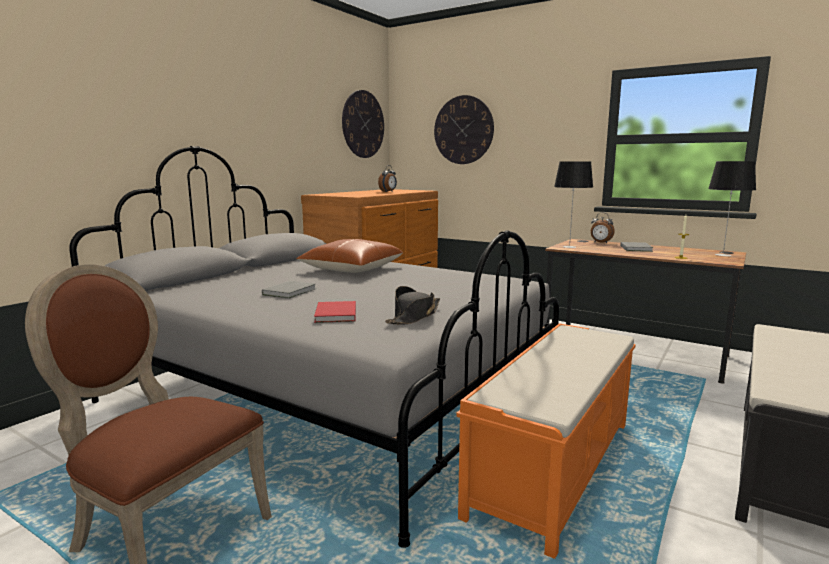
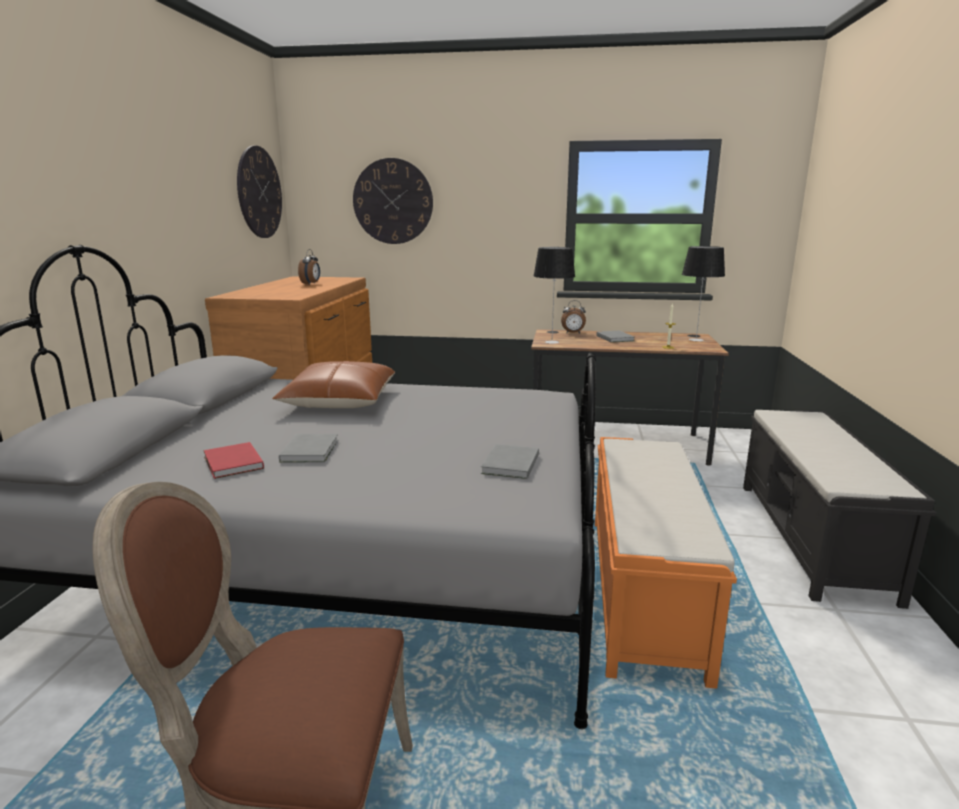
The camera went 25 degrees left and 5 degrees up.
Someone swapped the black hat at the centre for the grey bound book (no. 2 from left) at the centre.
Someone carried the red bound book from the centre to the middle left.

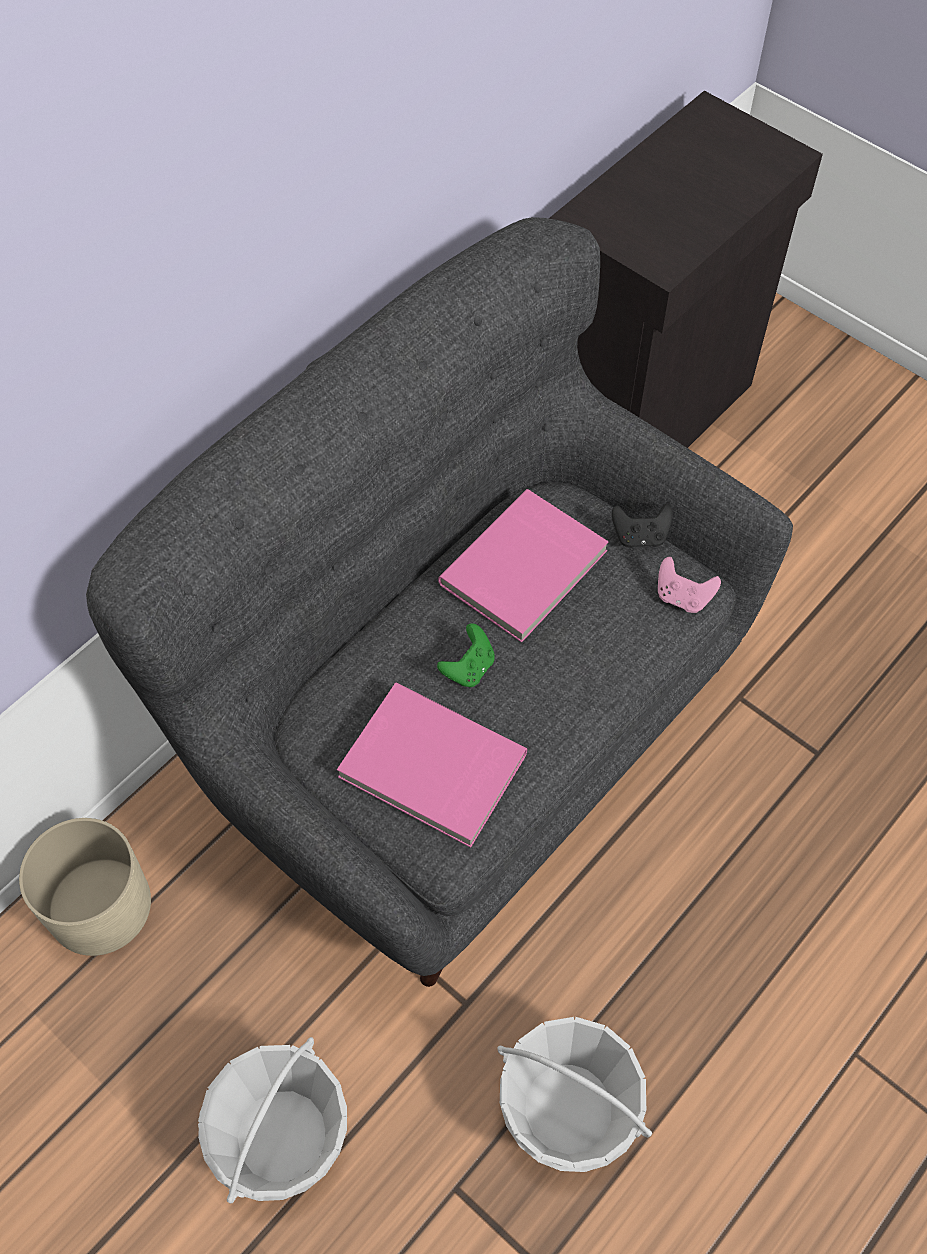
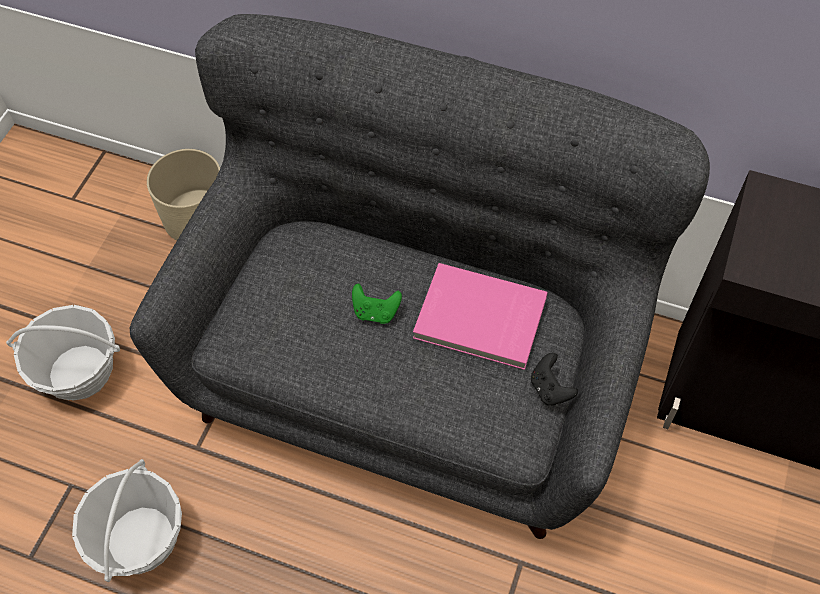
The camera went 70 degrees right and 0 degrees up.
Someone took away the pink gamepad at the middle right.
Someone took away the pink bound book (no. 1 from left) at the centre.

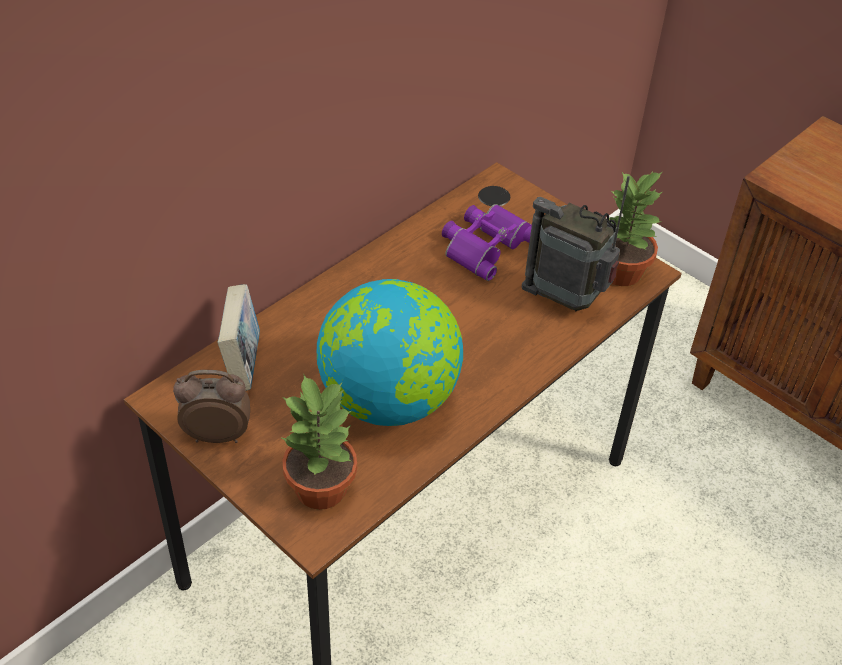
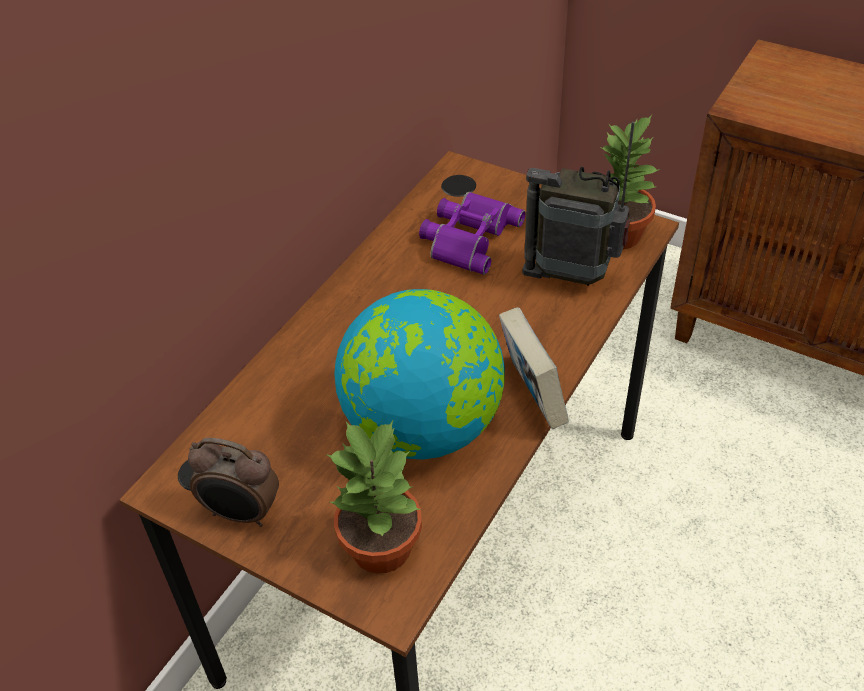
The camera went 10 degrees left and 0 degrees up.
Someone carried the bound book from the middle left to the centre.
Someone rotated the table clock at the middle left by 150 degrees counterclockwise.

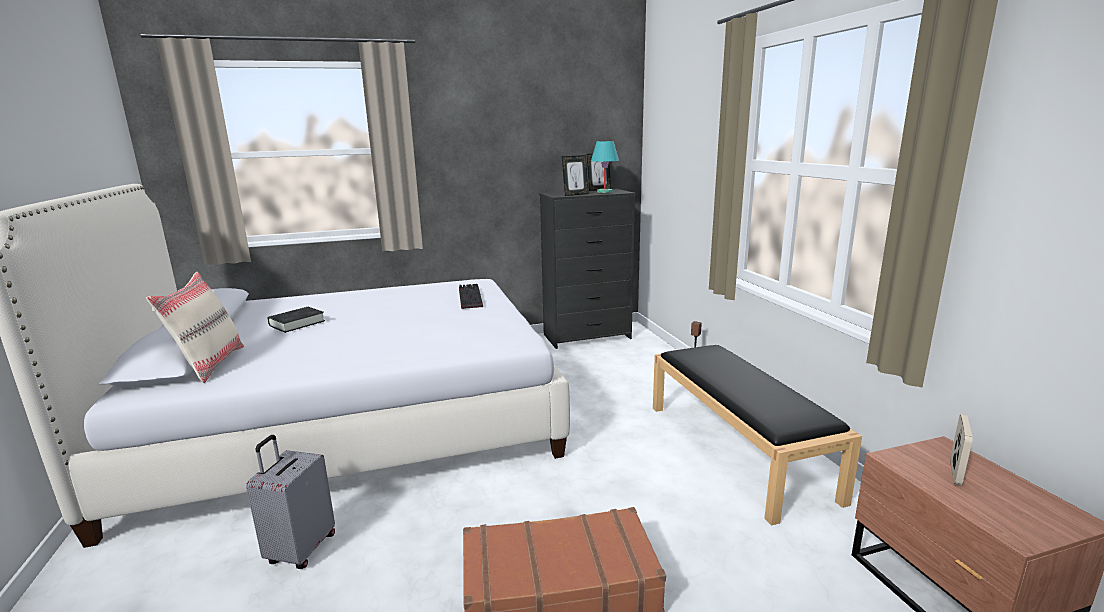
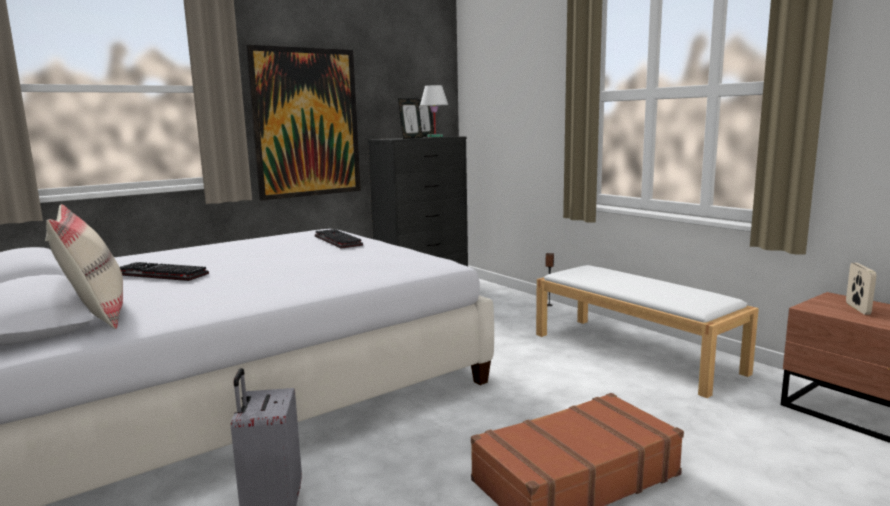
The camera went 20 degrees left and 5 degrees down.
Someone repainted the turquoise lamp for a table at the top centre, which became the white-coloured lamp for a table at the top centre.
Someone swapped the black bound book at the middle left for the computer keyboard (no. 1 from left) at the middle left.
Someone repainted the black indoor bench at the bottom right, which became the white-coloured indoor bench at the middle right.
Someone put up the picture at the top centre.

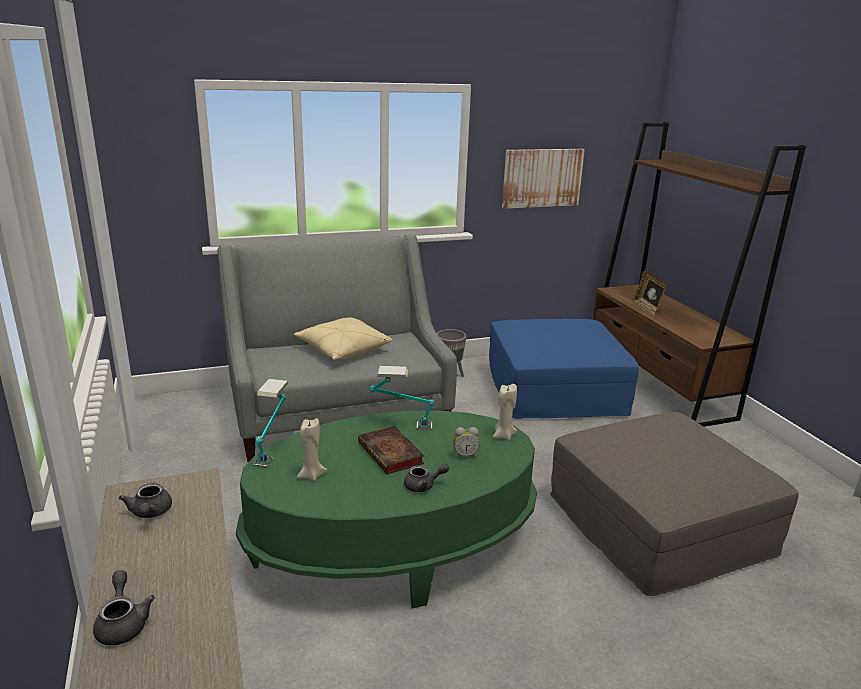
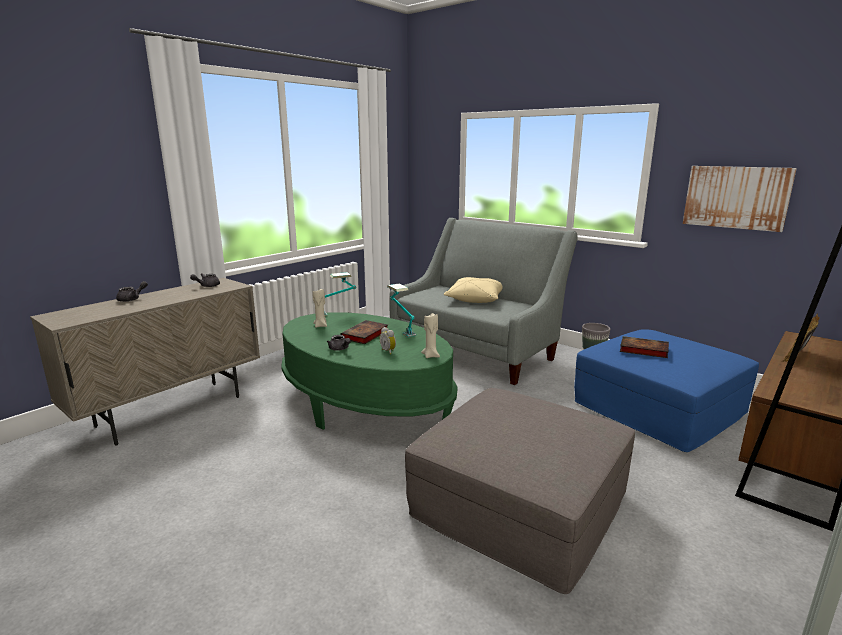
The camera went 60 degrees right and 5 degrees down.
Someone put down the bound book (no. 2 from left) at the middle right.

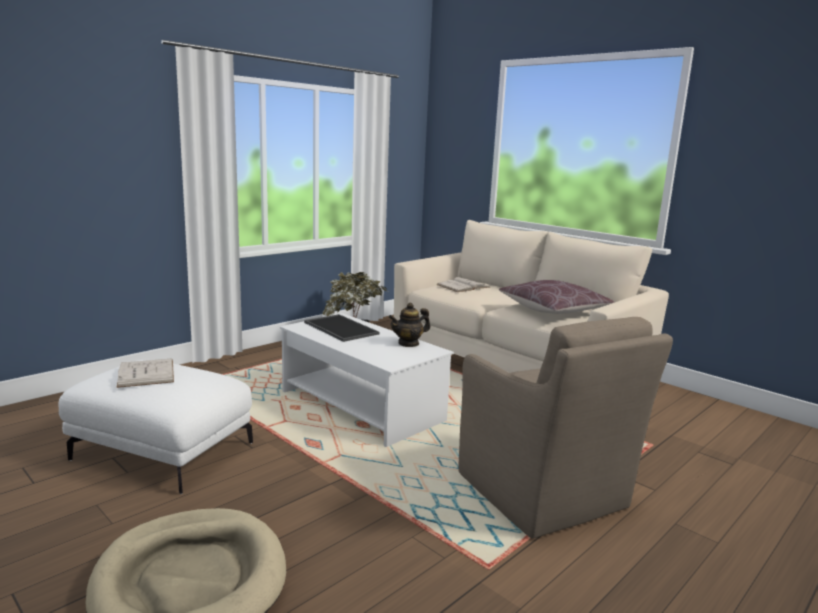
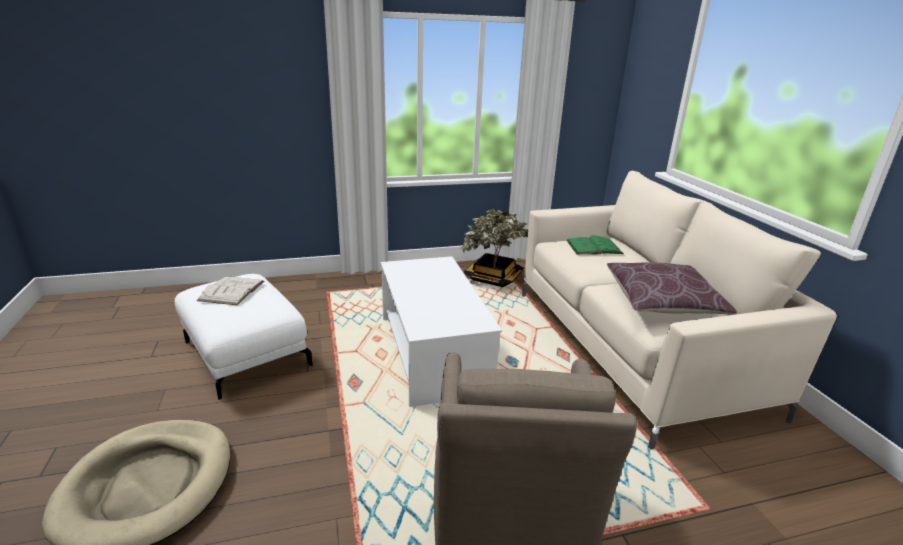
The camera went 30 degrees right and 10 degrees up.
Someone repainted the white-coloured bound book (no. 2 from left) at the centre, which became the green-coloured bound book at the centre.
Someone took away the tea pot at the centre.
Someone took away the tray at the centre.

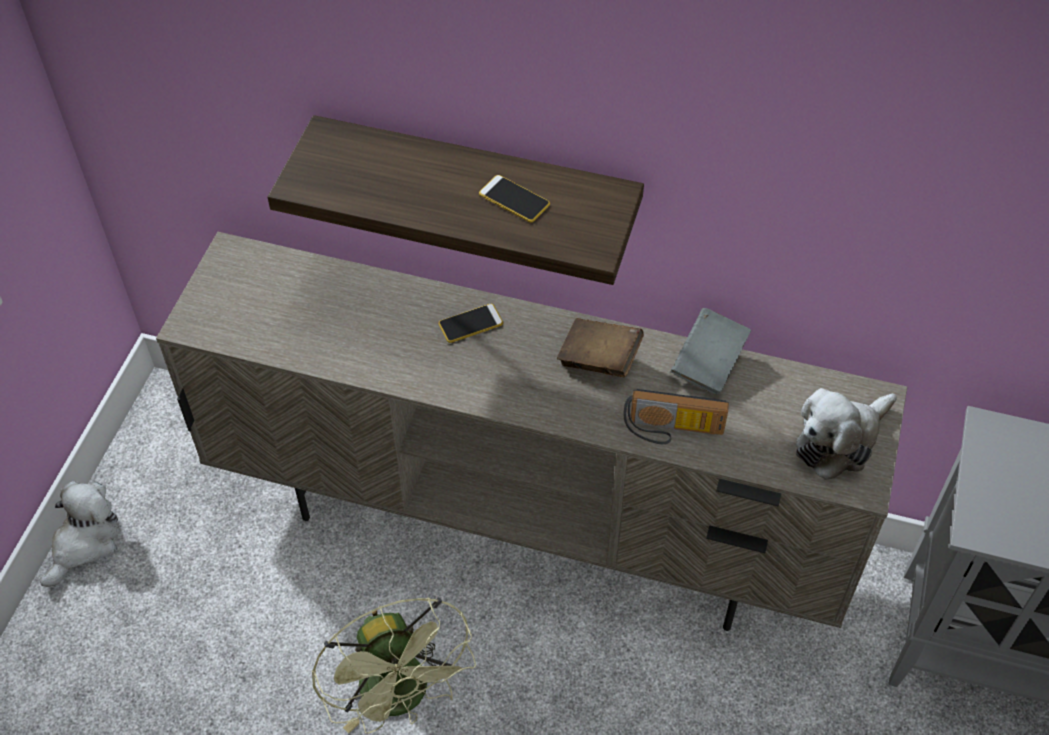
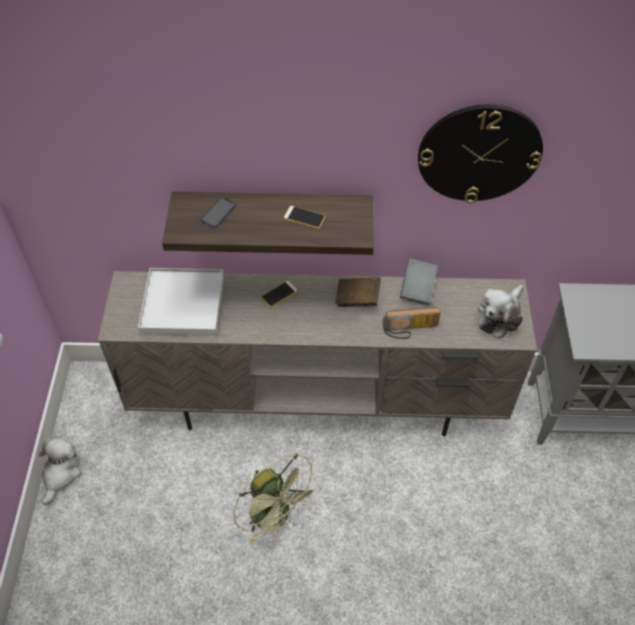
The camera went 15 degrees left and 0 degrees up.
Someone put up the clock on the wall at the top right.
Someone put down the phone (no. 1 from left) at the centre.
Someone put down the white-coloured tray at the middle left.

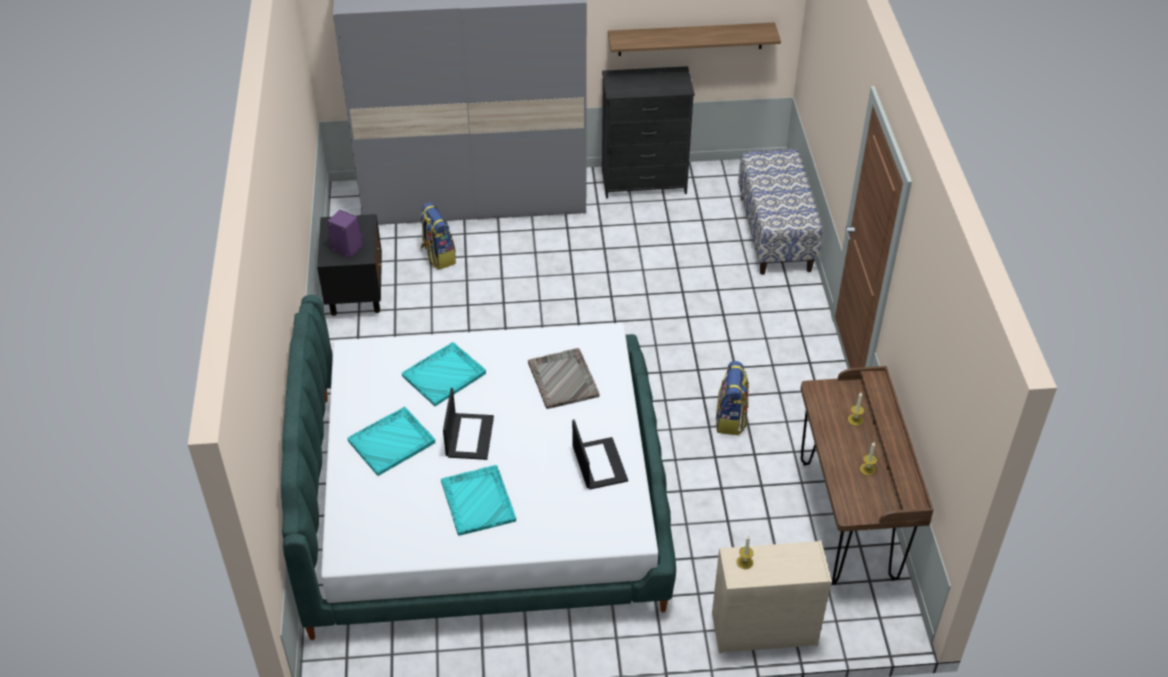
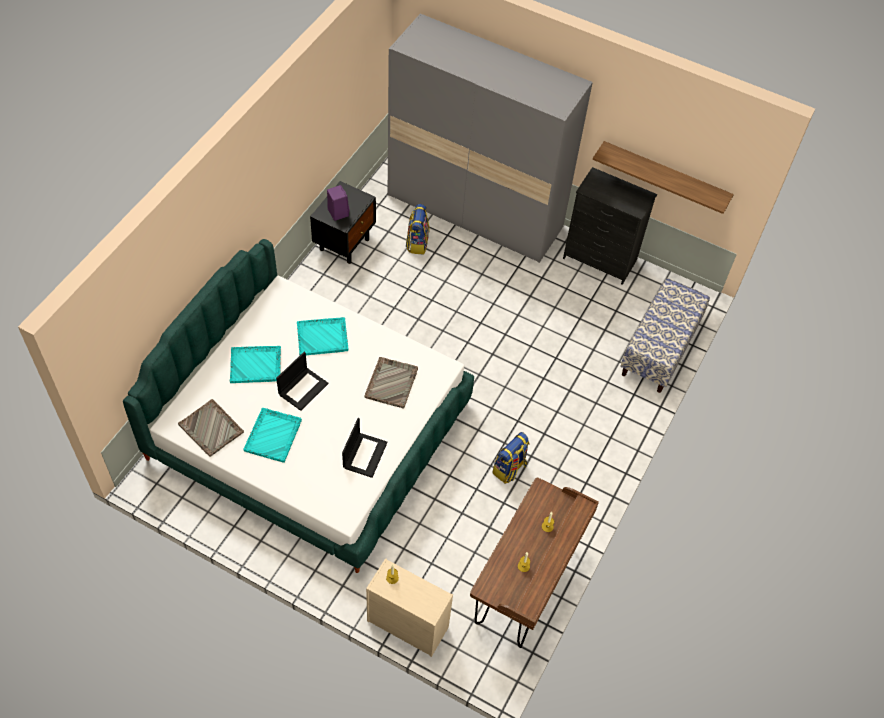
The camera went 30 degrees right and 10 degrees up.
Someone put down the grey tray (no. 1 from left) at the middle left.

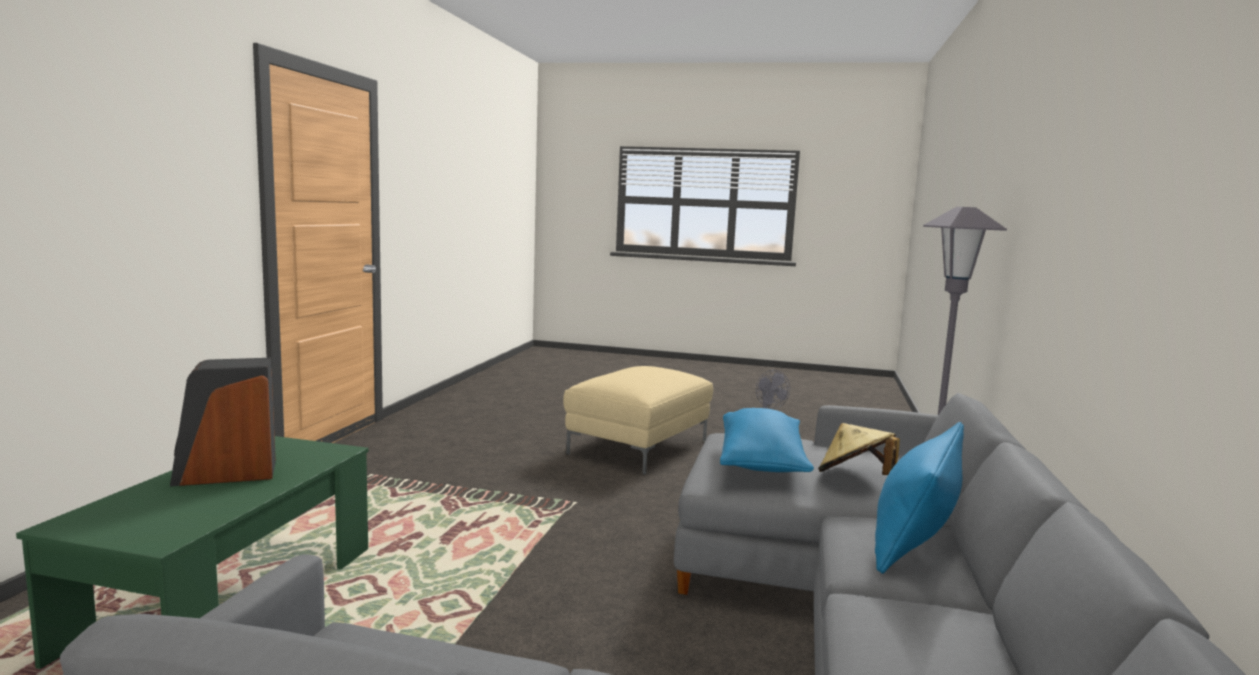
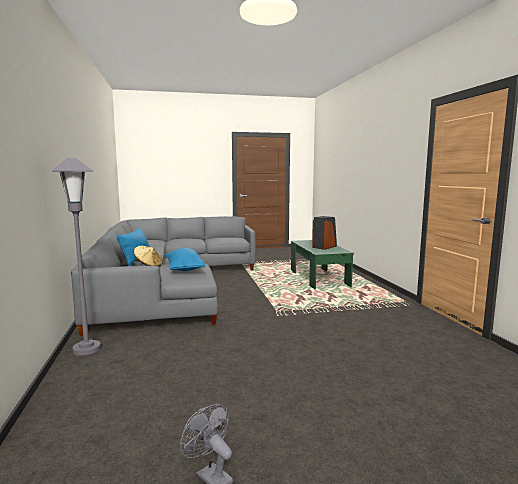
The camera went 155 degrees right and 0 degrees up.
Someone took away the sand-coloured pouffe at the centre.

